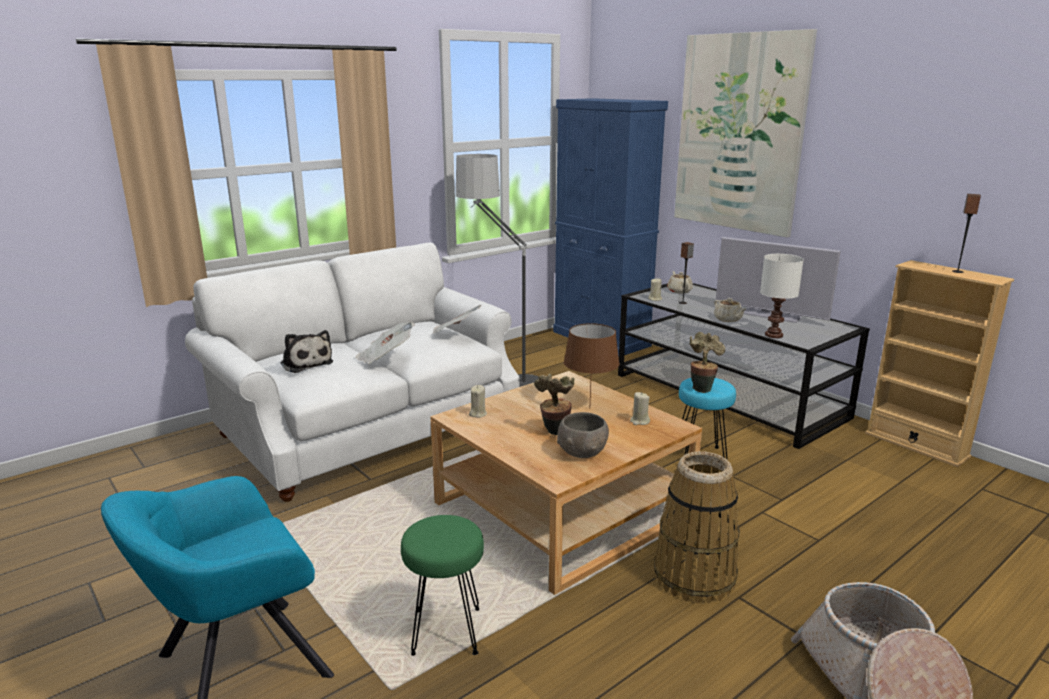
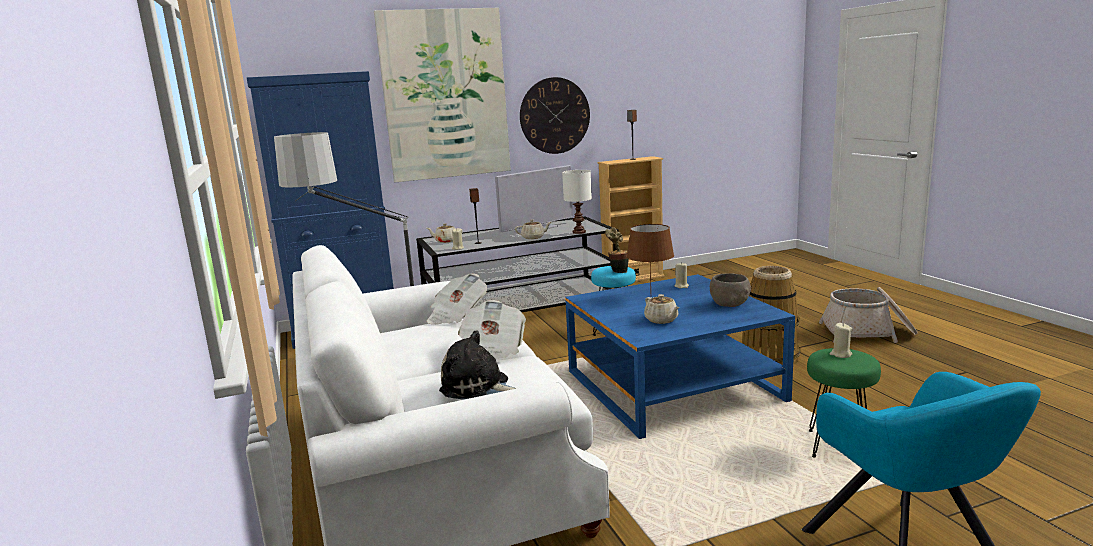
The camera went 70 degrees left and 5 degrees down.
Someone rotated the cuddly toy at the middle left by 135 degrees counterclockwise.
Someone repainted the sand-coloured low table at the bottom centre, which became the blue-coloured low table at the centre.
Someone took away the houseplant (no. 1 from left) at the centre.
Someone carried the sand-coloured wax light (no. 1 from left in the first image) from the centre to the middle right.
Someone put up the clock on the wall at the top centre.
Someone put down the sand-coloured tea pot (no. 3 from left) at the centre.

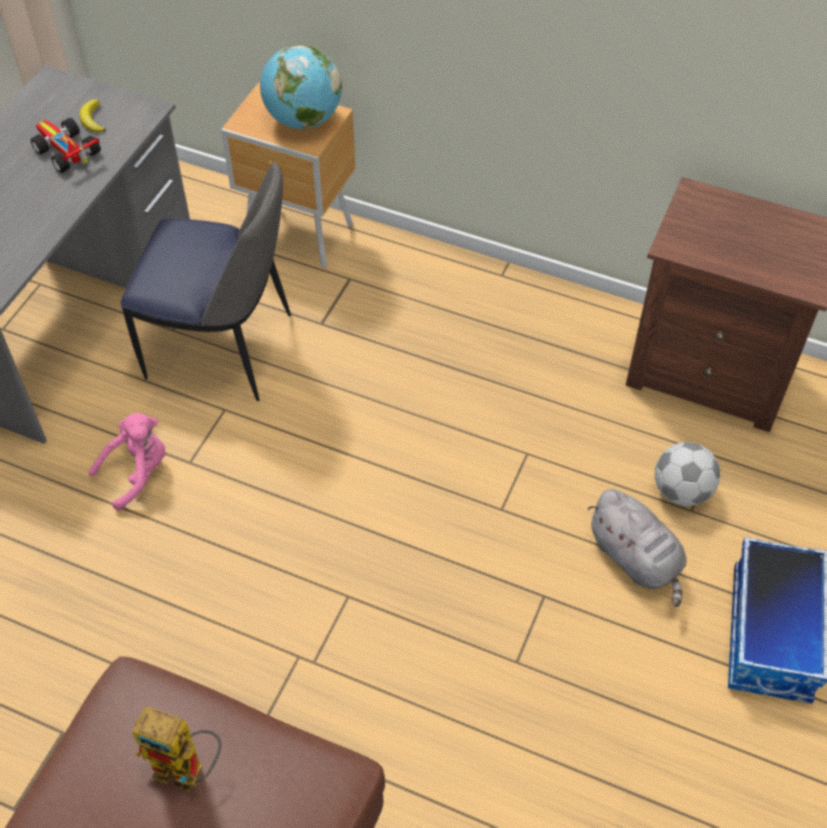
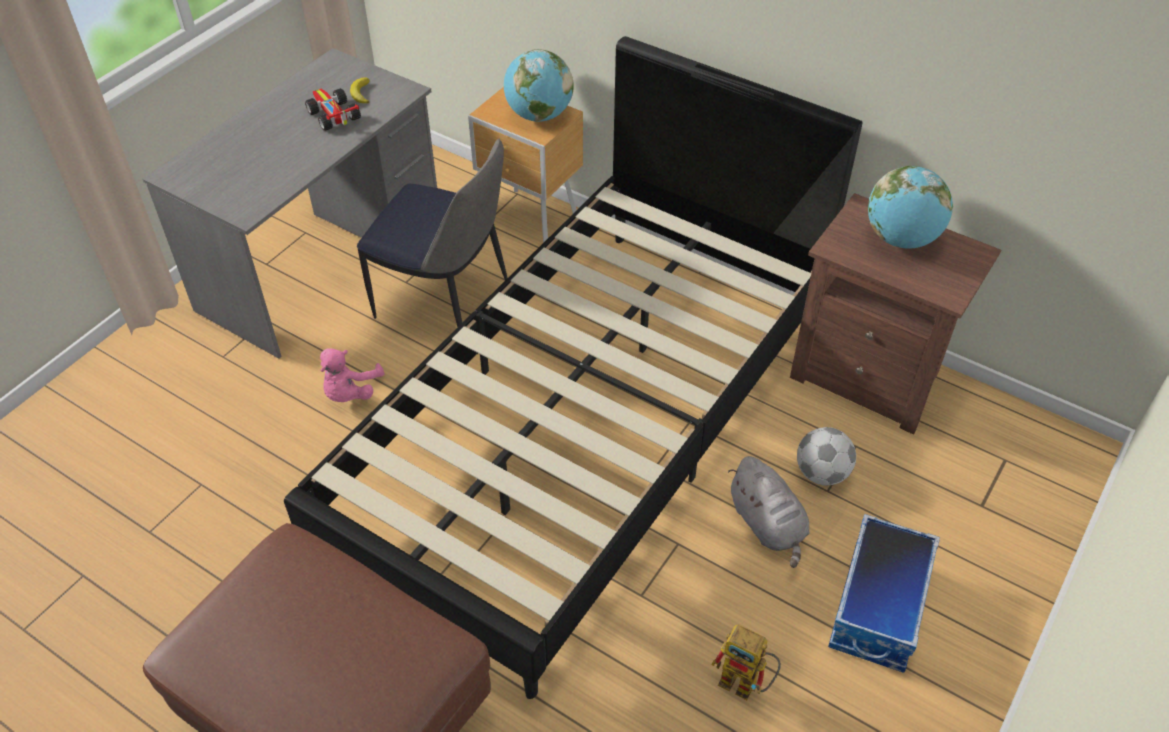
The camera went 10 degrees right and 5 degrees down.
Someone rotated the pink cuddly toy at the middle left by 135 degrees clockwise.
Someone carried the robot figure from the bottom left to the bottom centre.
Someone put down the black bed at the centre.
Someone put down the world globe (no. 2 from left) at the top right.

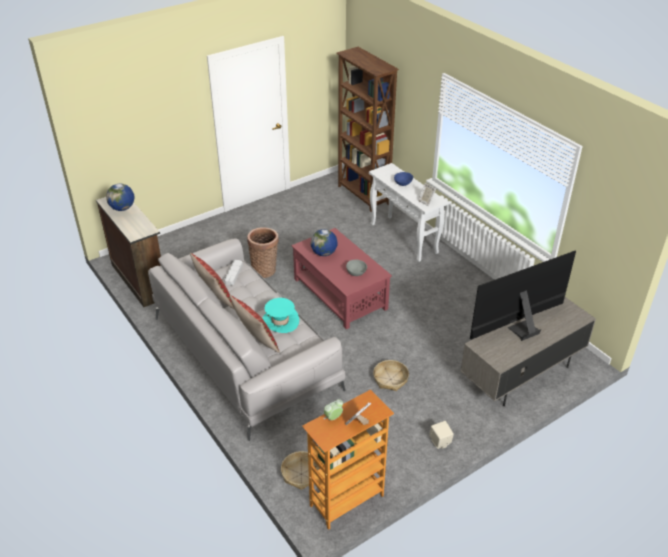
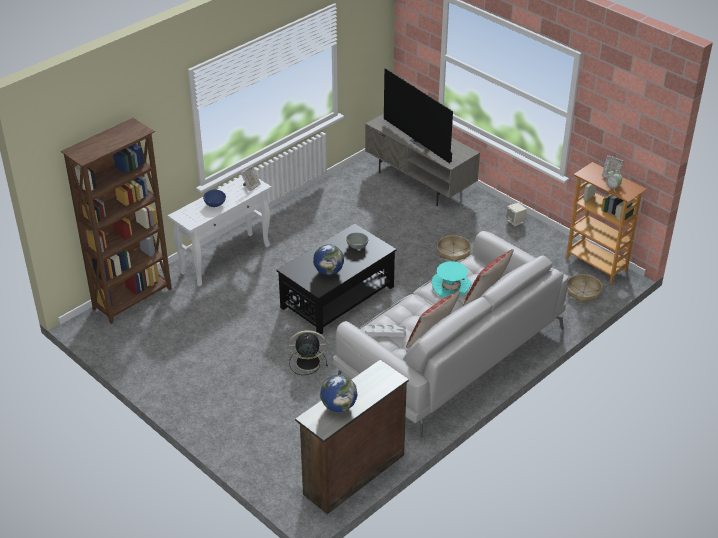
The camera went 100 degrees left and 0 degrees up.
Someone swapped the household basket (no. 1 from left) at the centre for the black electric fan at the centre.
Someone repainted the red low table at the centre, which became the black low table at the centre.

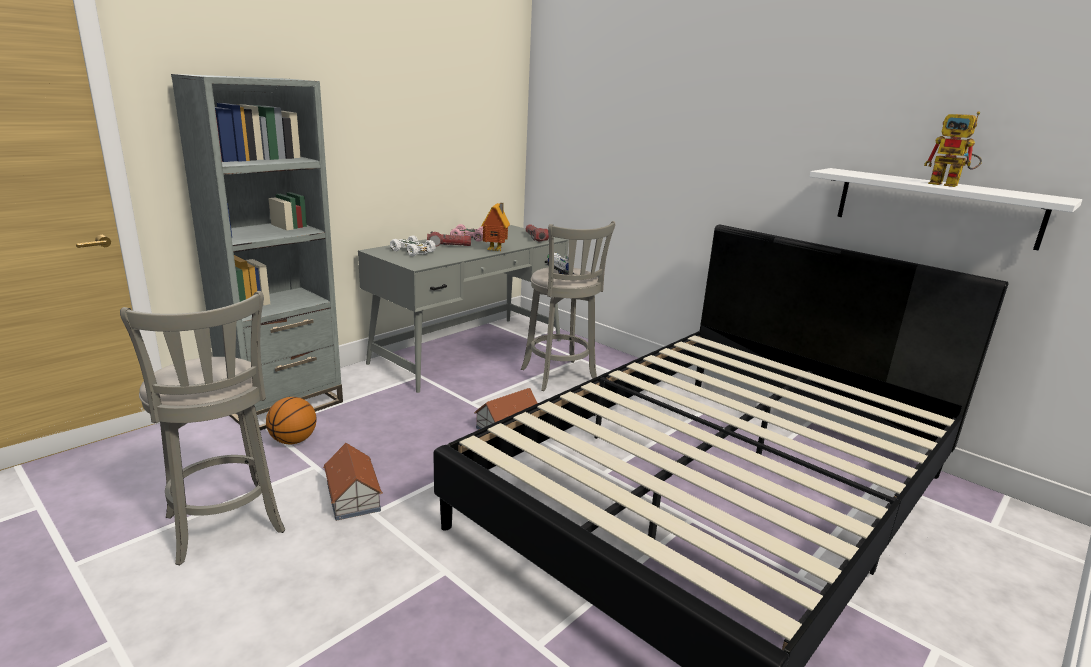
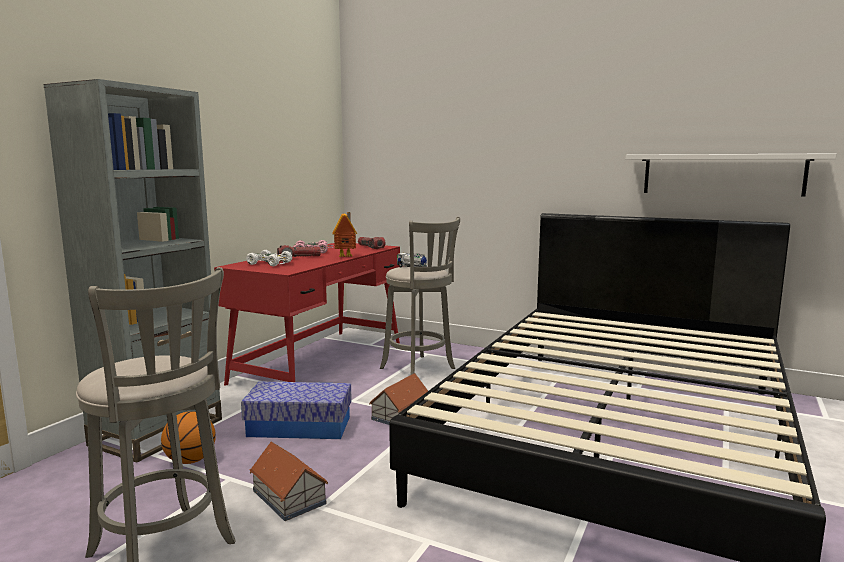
The camera went 15 degrees left and 10 degrees down.
Someone took away the robot figure at the top right.
Someone repainted the grey desk table at the centre, which became the red desk table at the centre.
Someone put down the storage bin at the bottom centre.

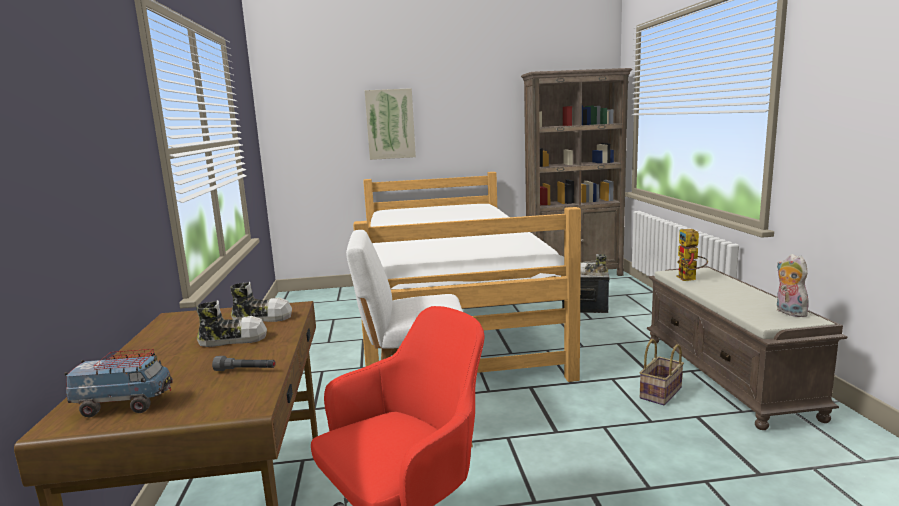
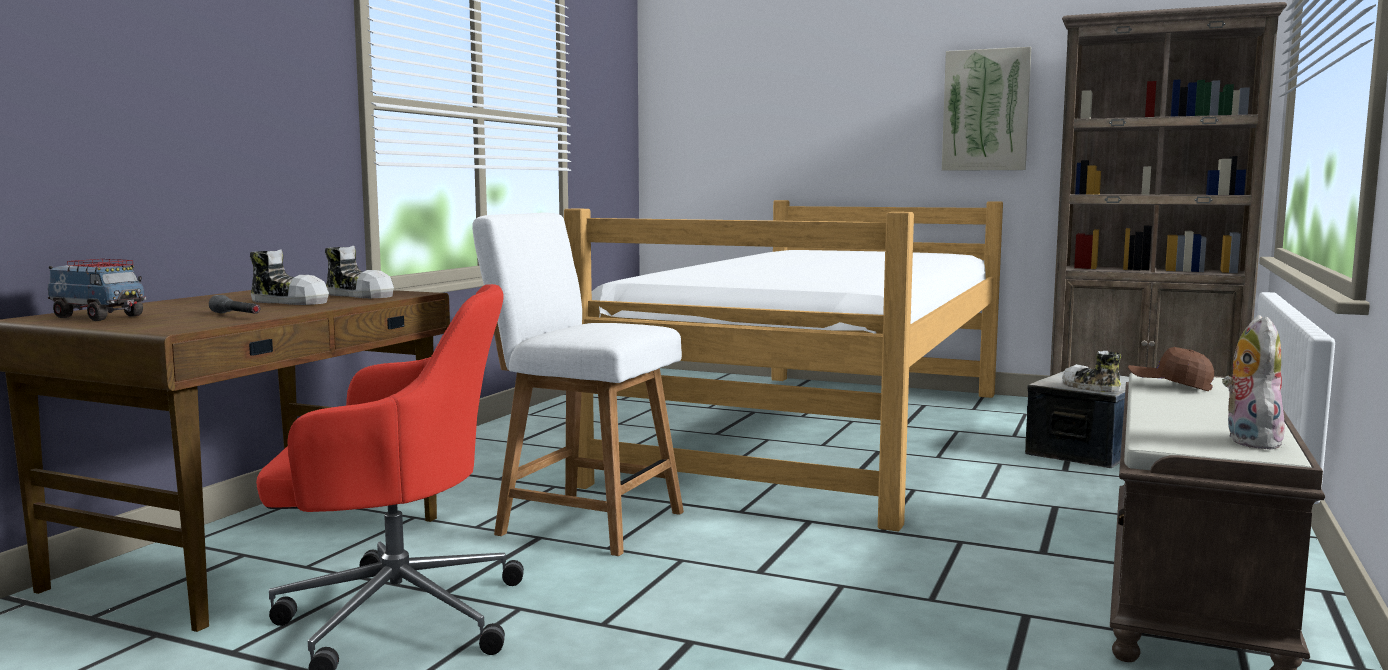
The camera went 30 degrees right and 5 degrees down.
Someone carried the picture from the top centre to the top right.
Someone swapped the robot figure at the middle right for the brown-coloured peaked cap at the middle right.
Someone took away the household basket at the bottom right.

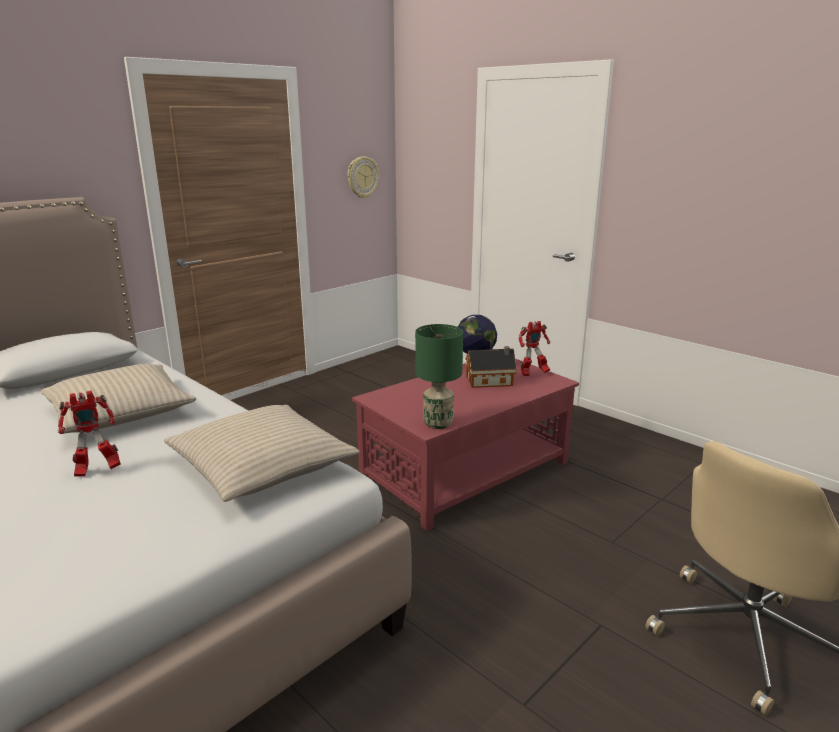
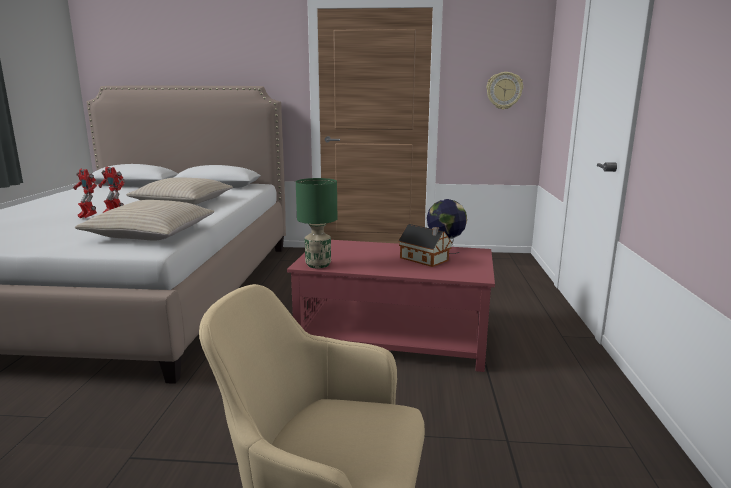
The camera went 50 degrees right and 5 degrees down.
Someone carried the robot figure (no. 2 from left in the first image) from the centre to the middle left.

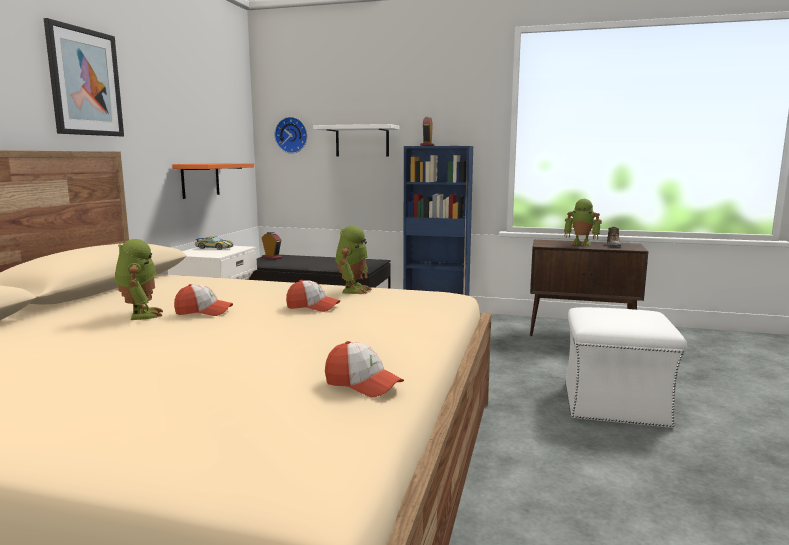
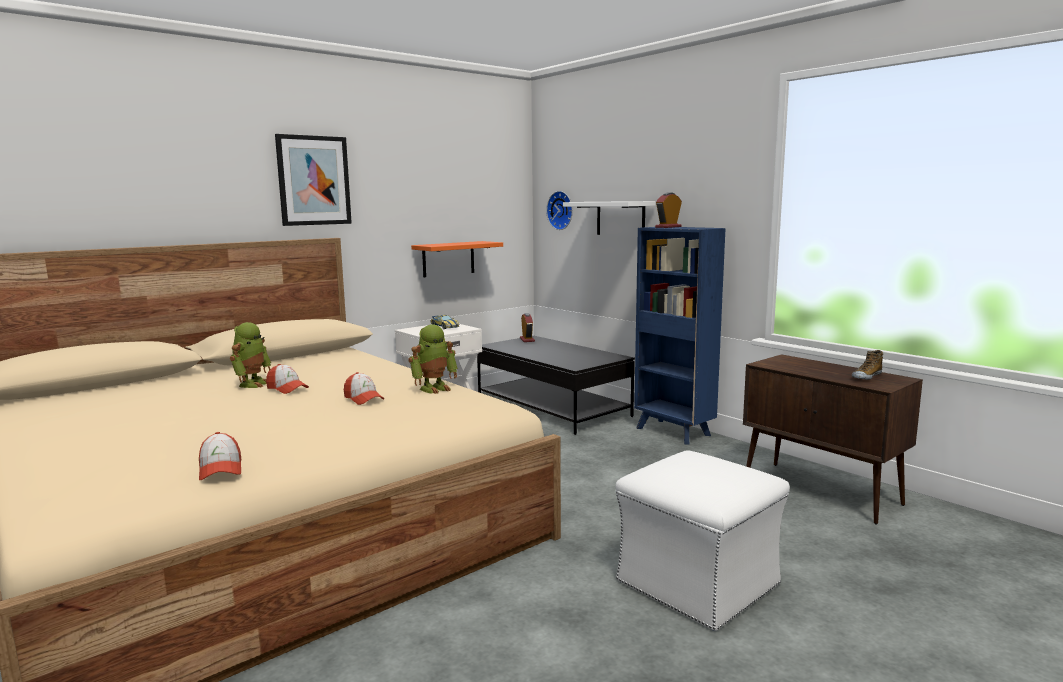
The camera went 35 degrees right and 0 degrees up.
Someone took away the robot figure (no. 3 from left) at the middle right.

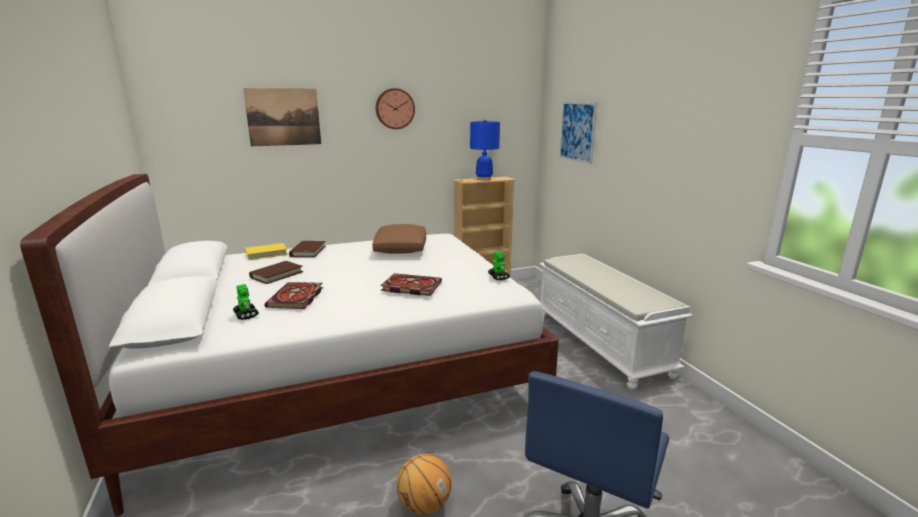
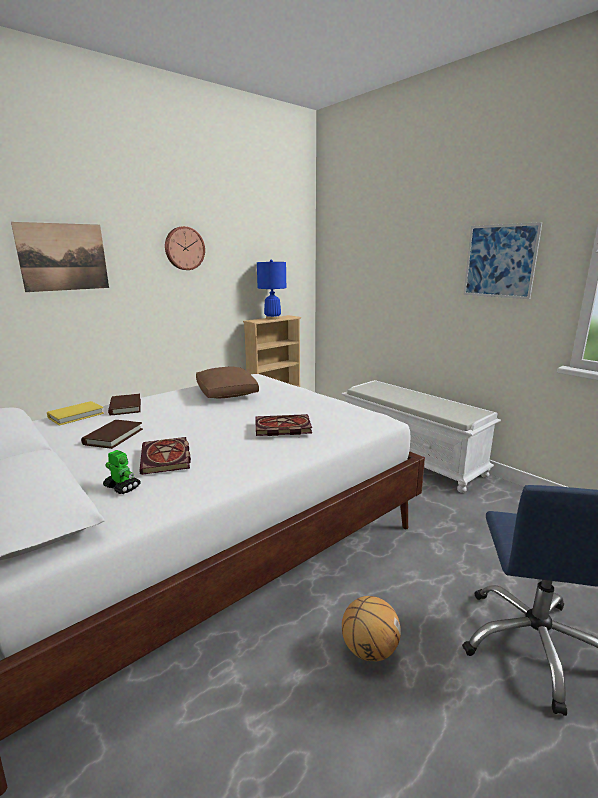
The camera went 20 degrees left and 0 degrees up.
Someone carried the picture (no. 2 from left) from the top centre to the top right.
Someone took away the robot figure (no. 2 from left) at the centre.

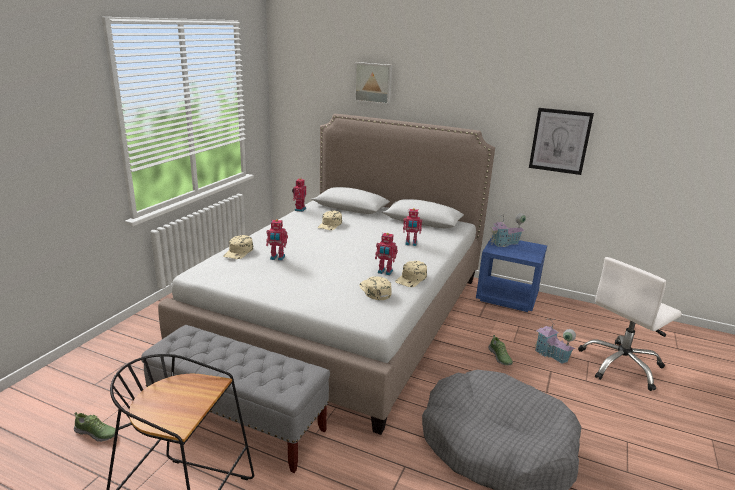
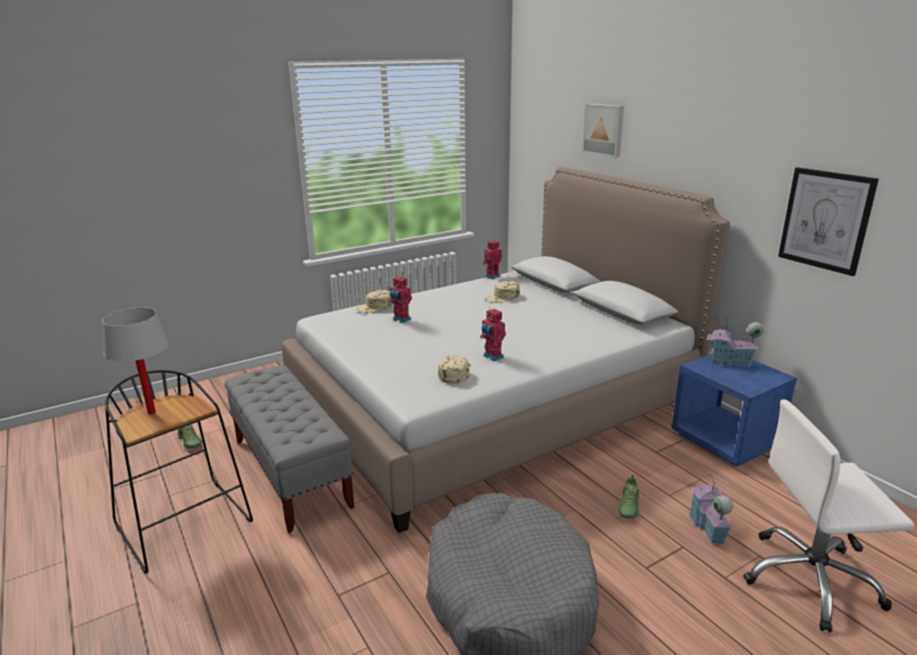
The camera went 35 degrees right and 0 degrees up.
Someone took away the robot figure (no. 4 from left) at the centre.
Someone took away the sand-coloured peaked cap (no. 4 from left) at the centre.
Someone put down the white-coloured lamp for a table at the middle left.

